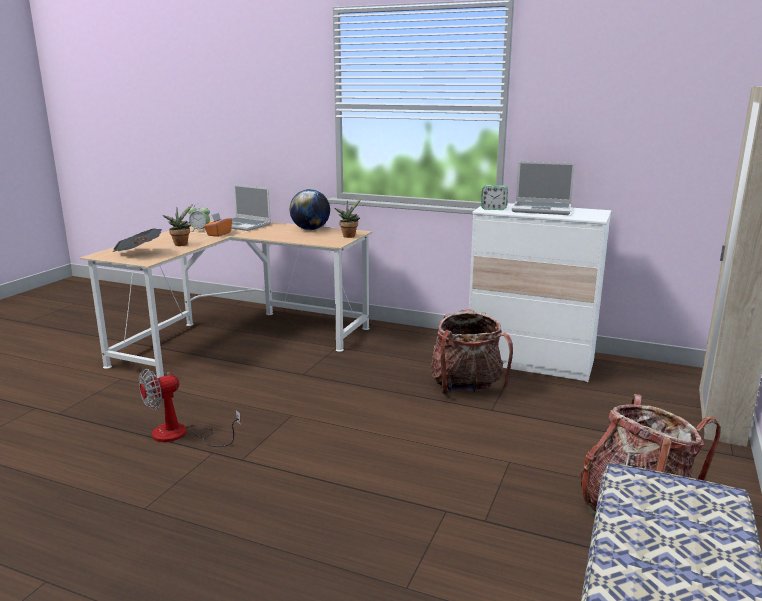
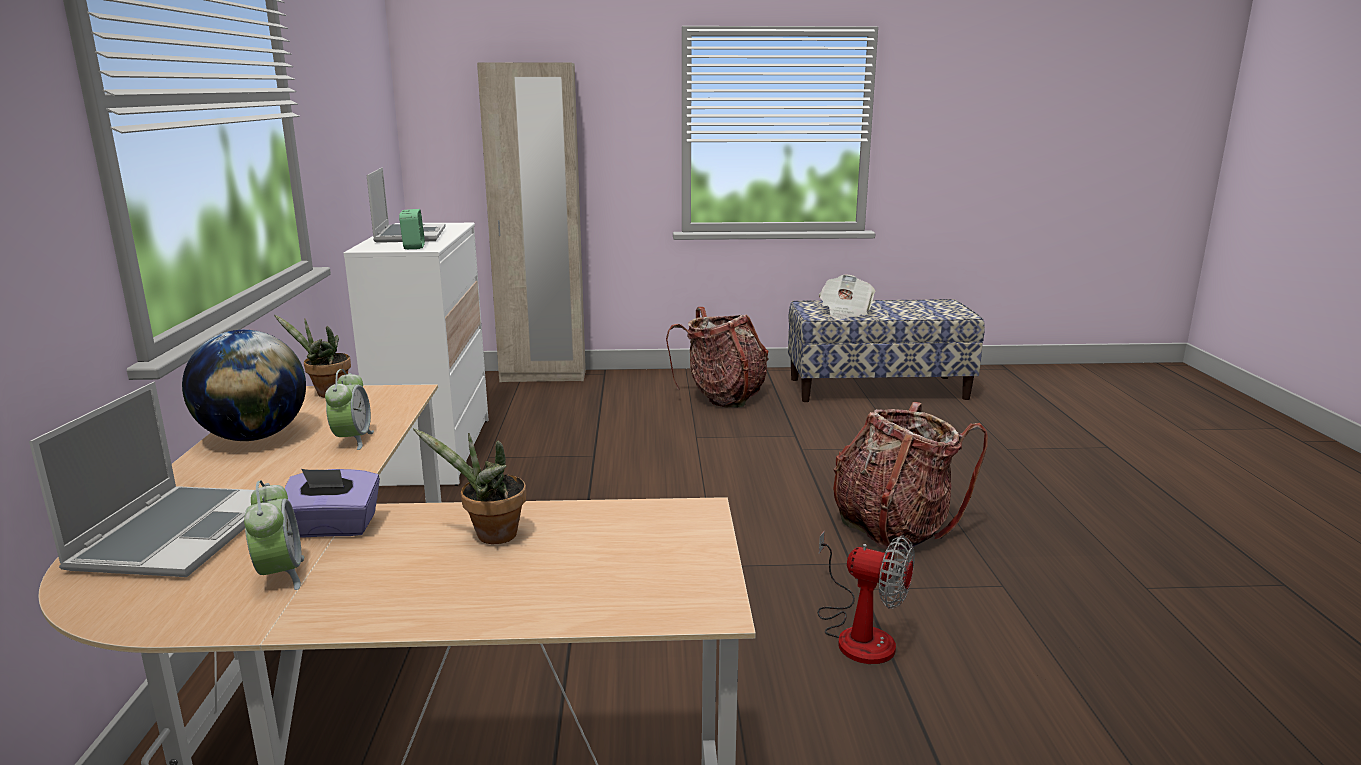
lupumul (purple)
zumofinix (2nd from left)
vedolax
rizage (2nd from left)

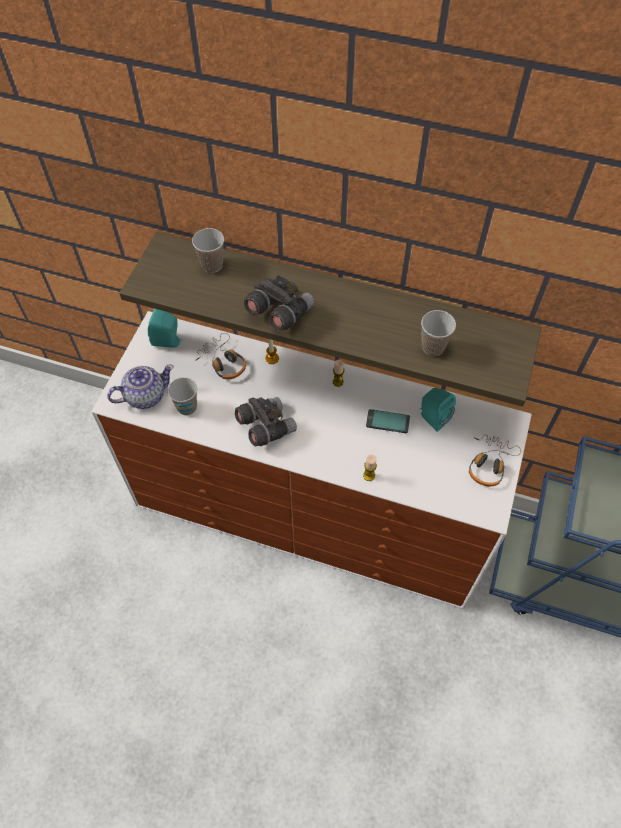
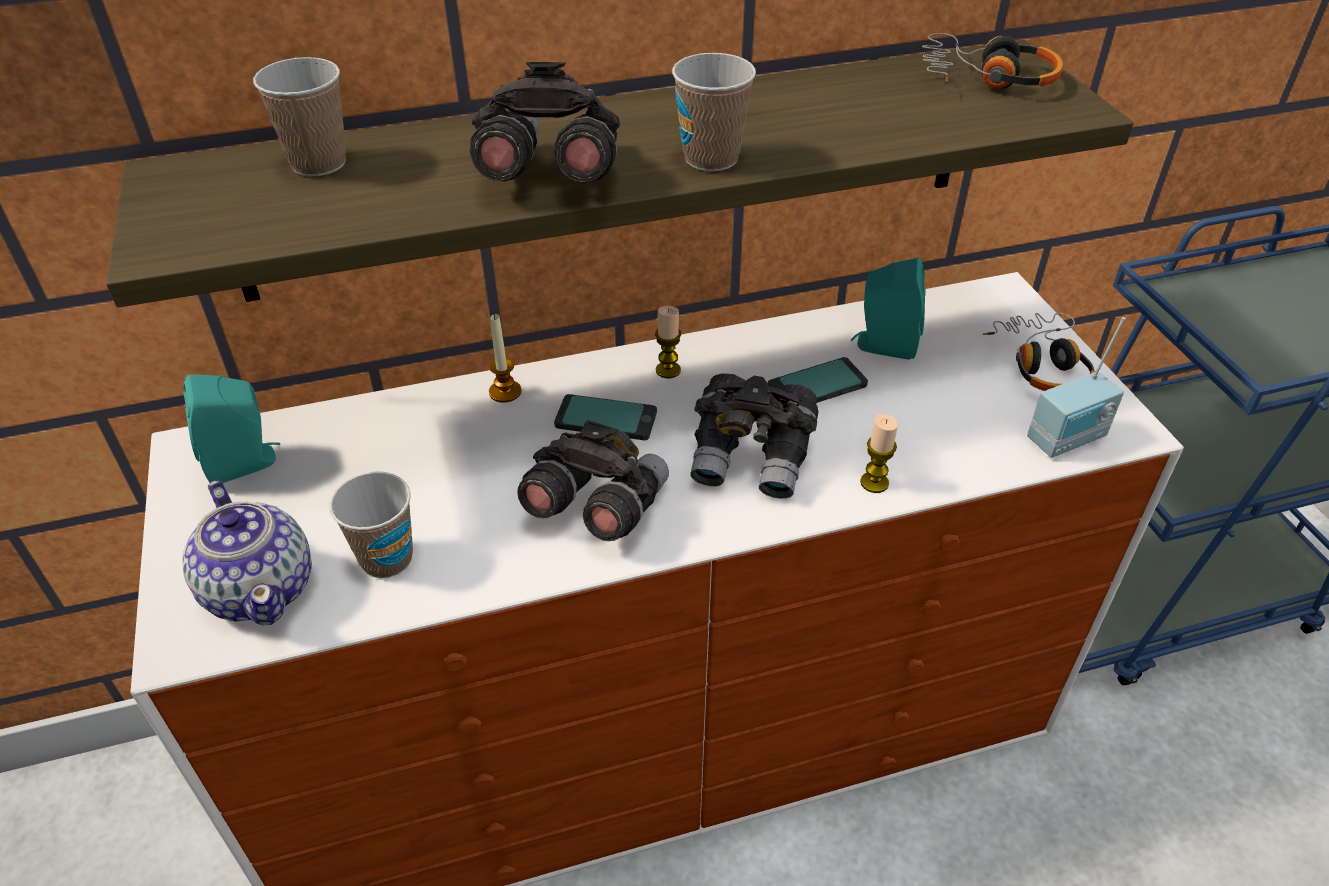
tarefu
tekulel (1st from left)
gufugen (3rd from left)
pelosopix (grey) (3rd from left)
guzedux (1st from left)
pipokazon

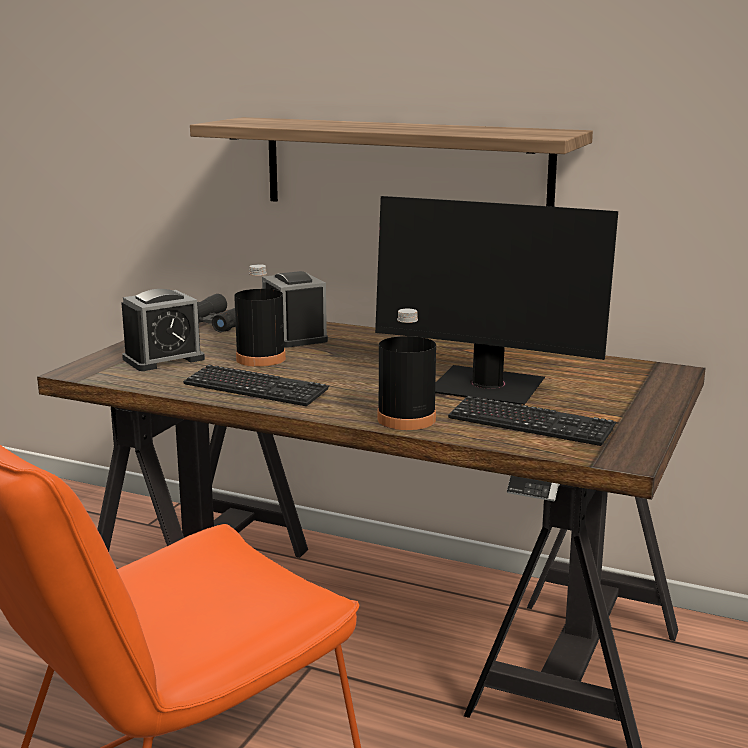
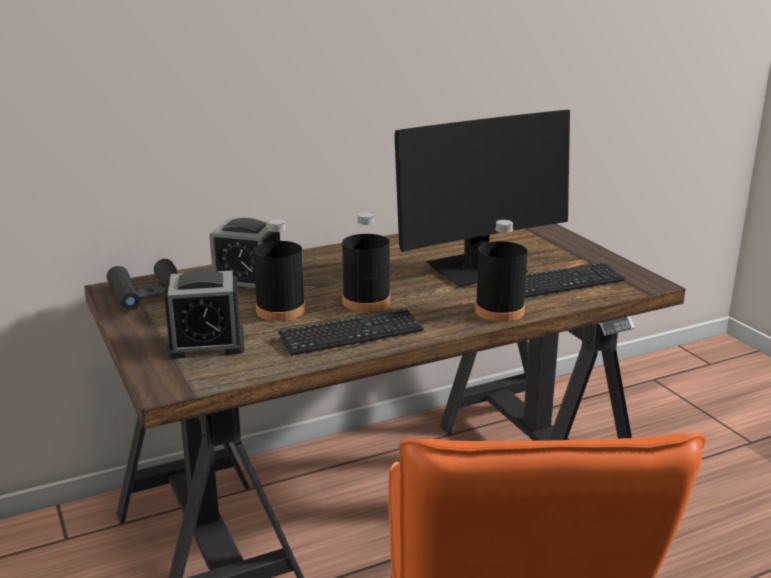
zumofinix (1st from left)
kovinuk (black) (2nd from left)
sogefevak

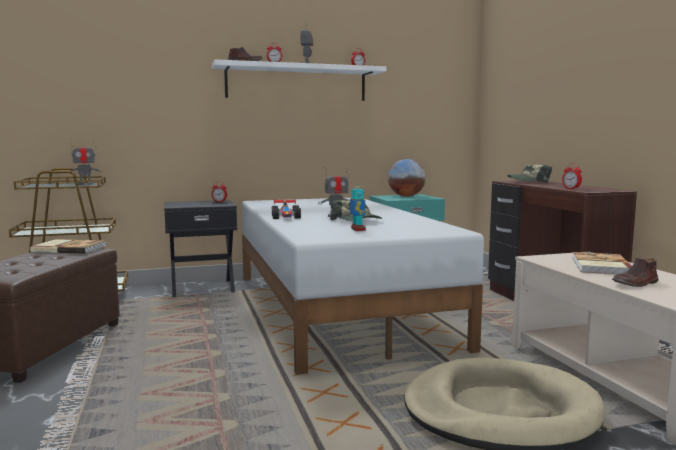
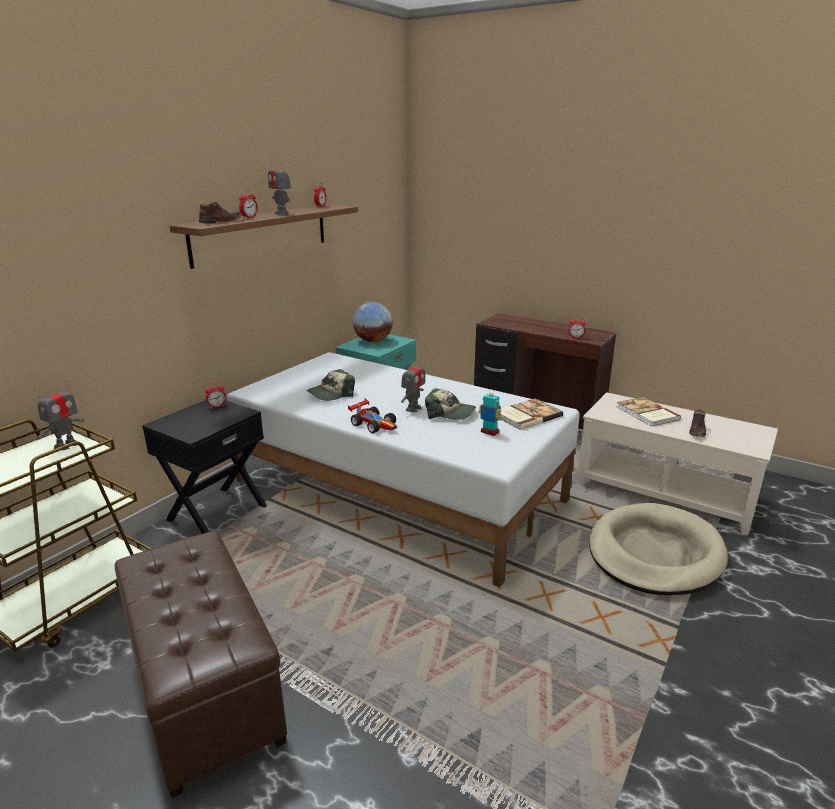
sogefevak (brown)
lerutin (1st from left)
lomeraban (1st from left)

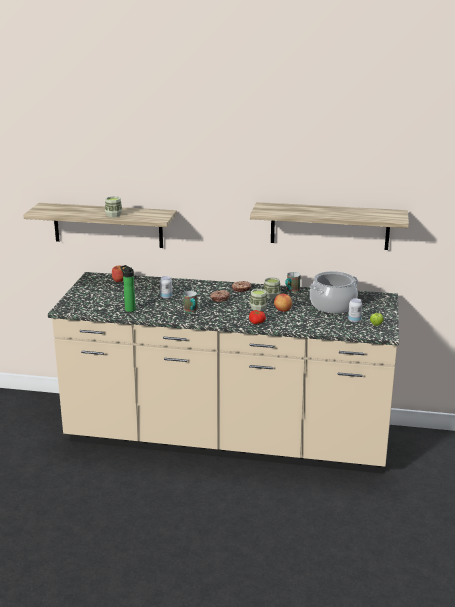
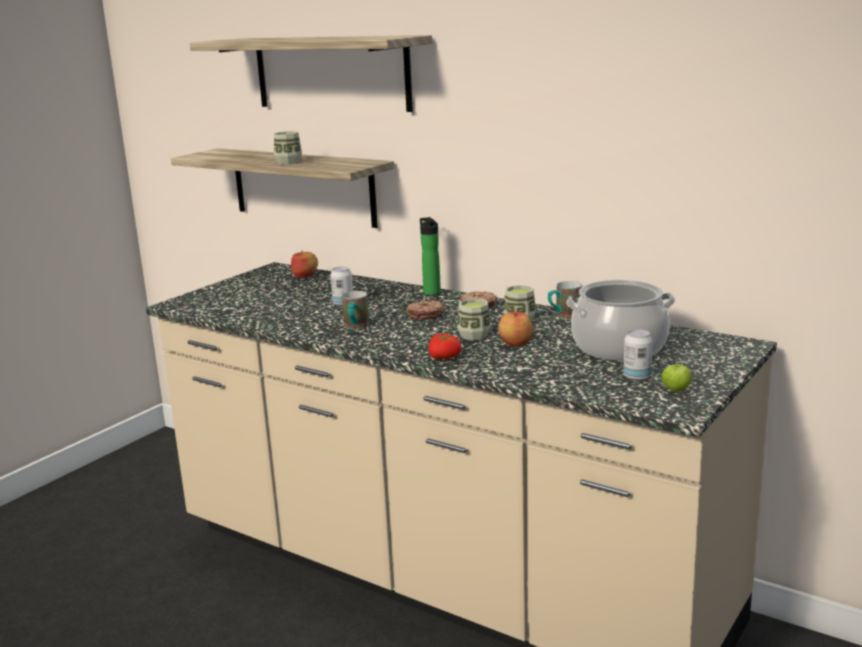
sogefevak (2nd from left)
kovinuk

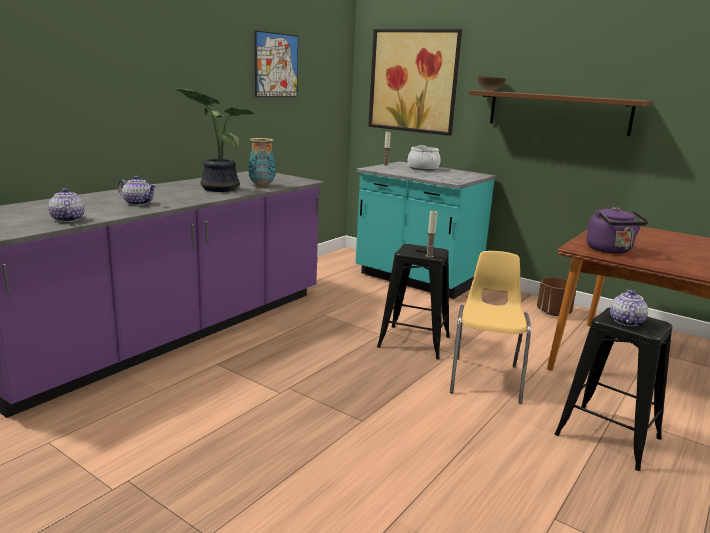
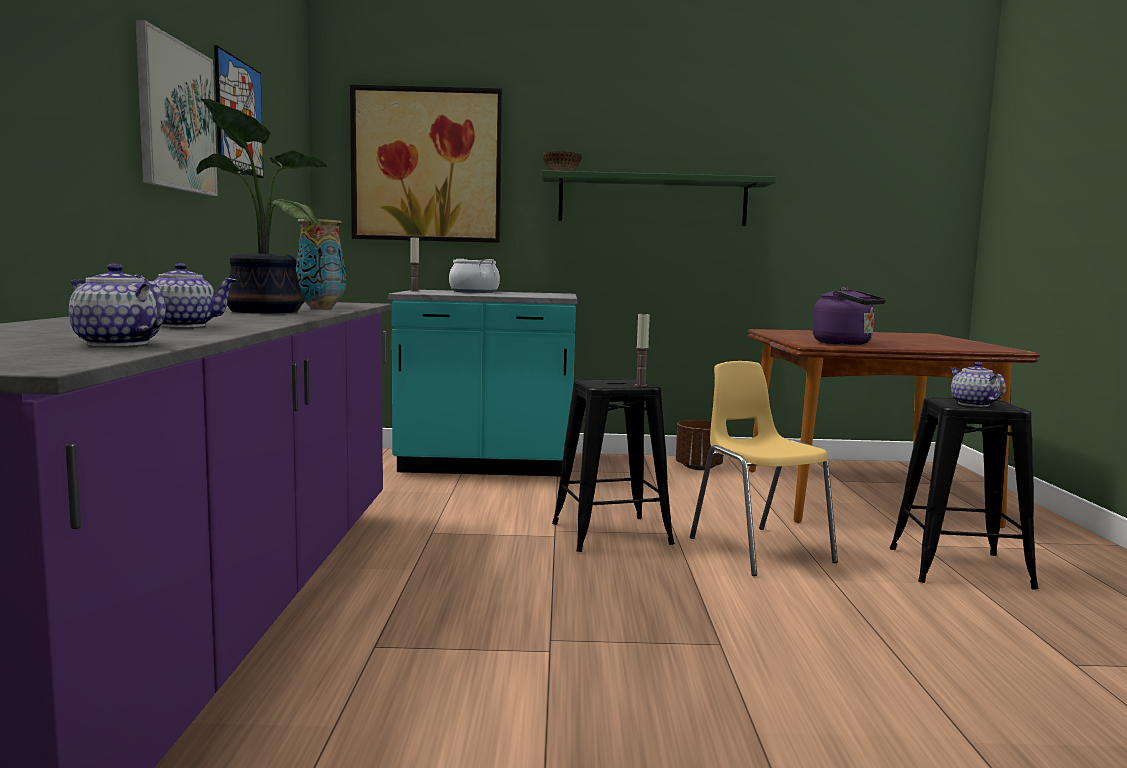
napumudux (1st from left)
sogefevak (green)

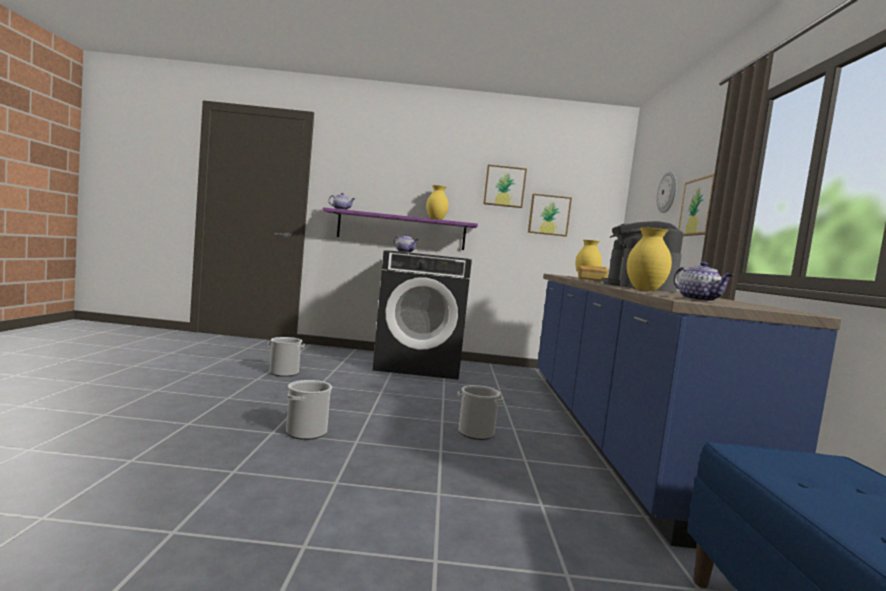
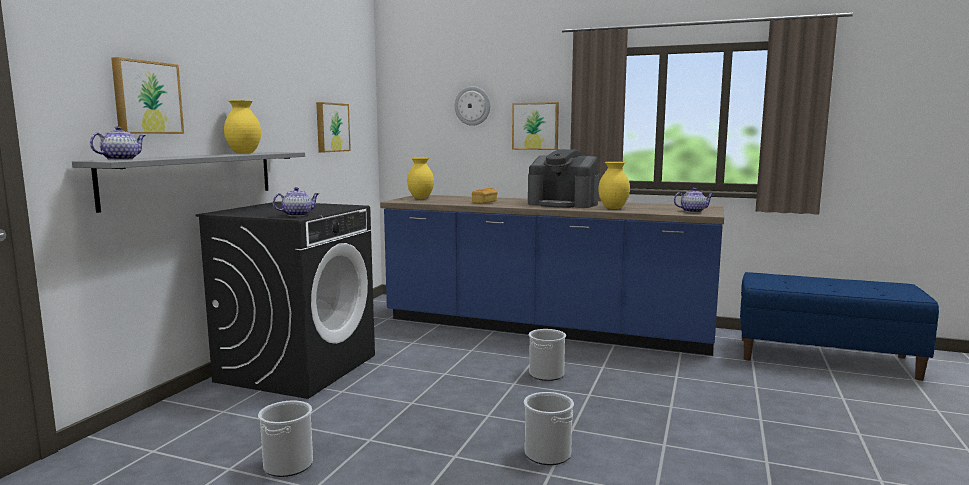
sogefevak (grey)
napumudux (1st from left)

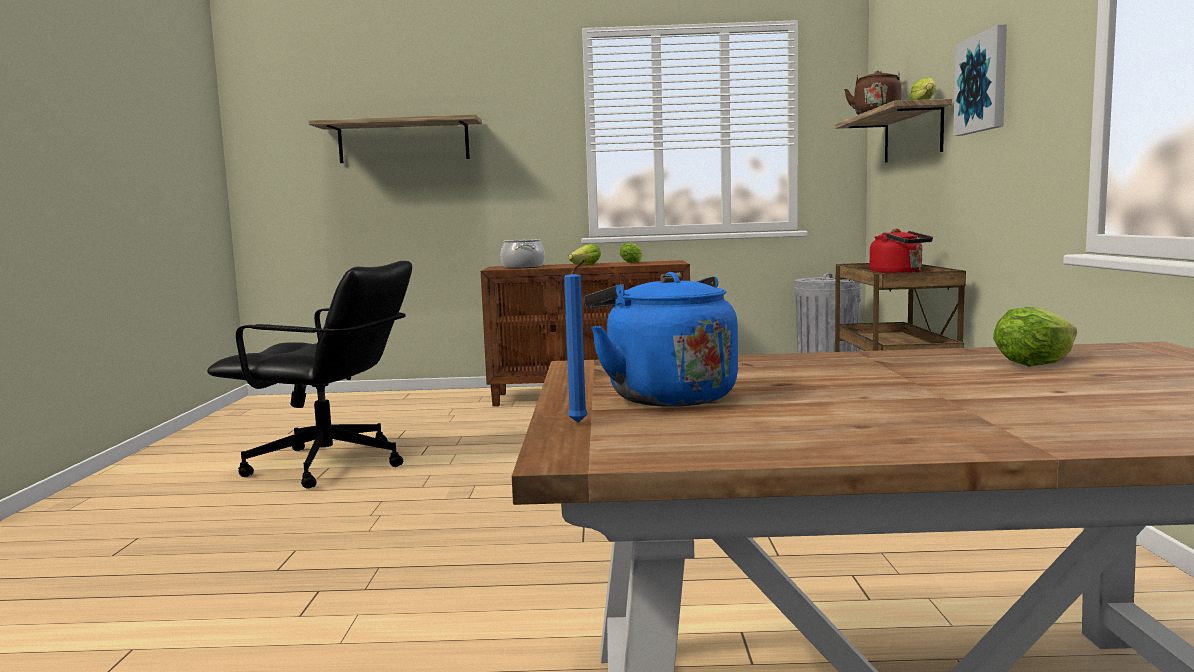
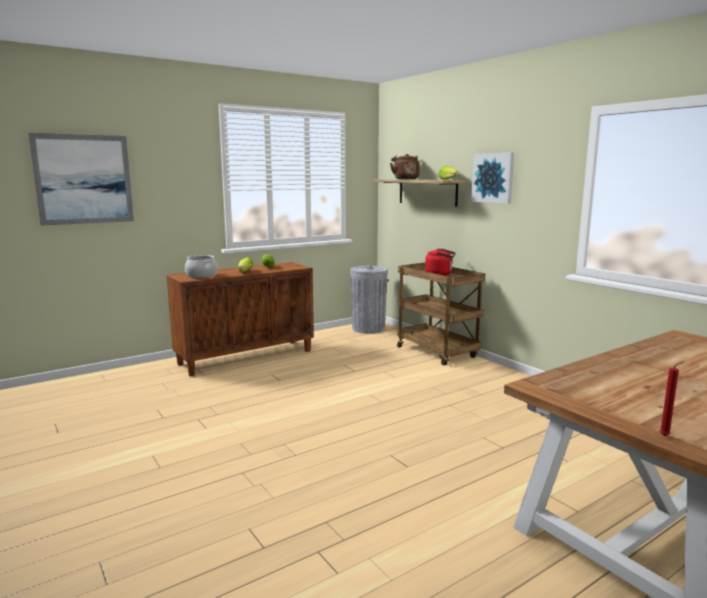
napumudux (1st from left)
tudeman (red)
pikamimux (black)
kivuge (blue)
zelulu (4th from left in the first image)

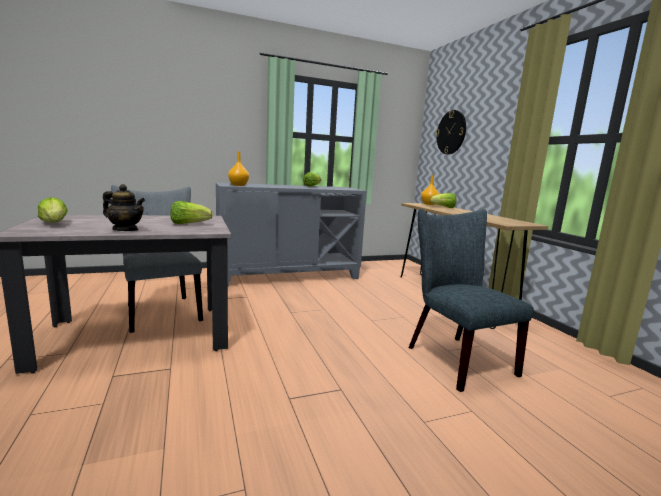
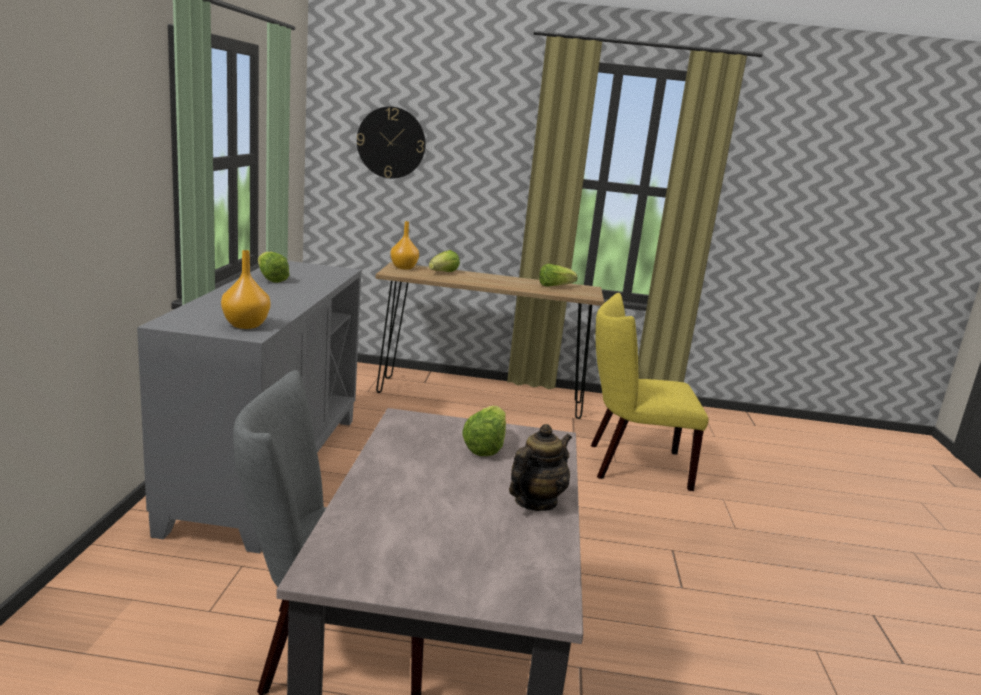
zelulu (4th from left)
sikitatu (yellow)

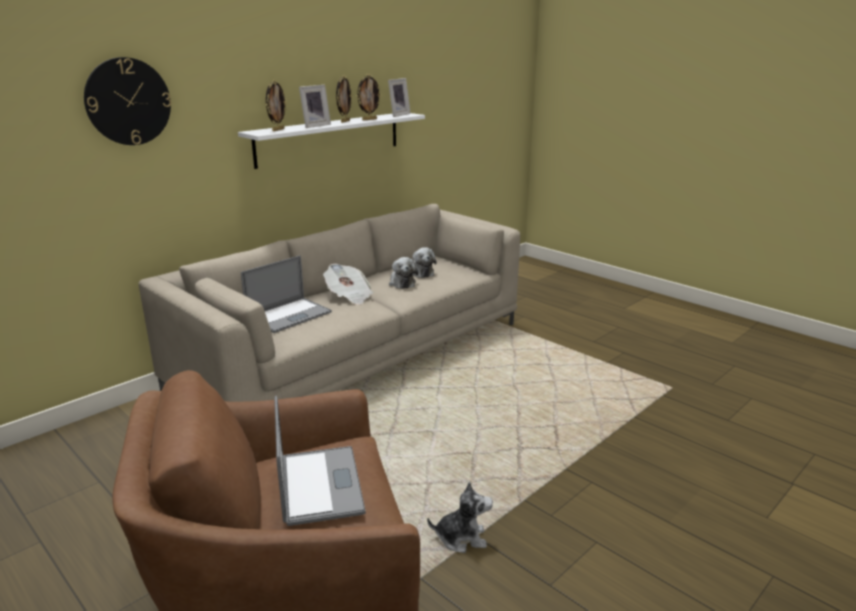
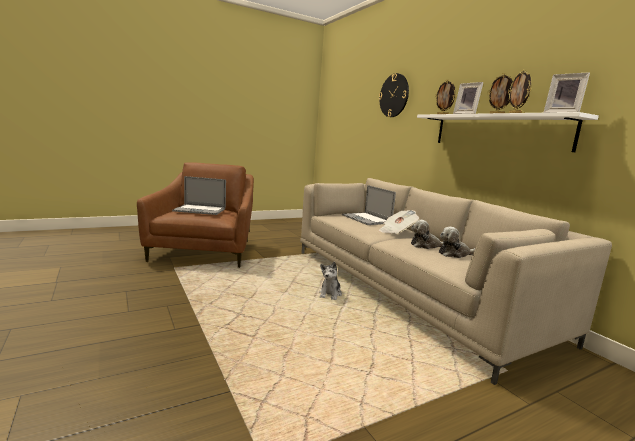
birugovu (1st from left)

